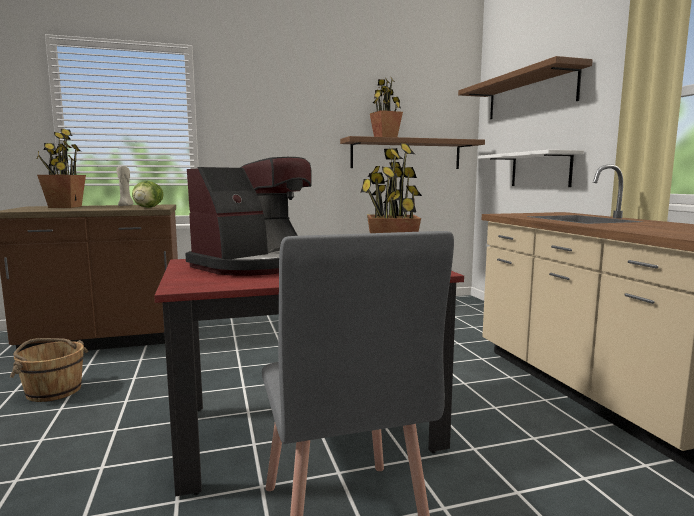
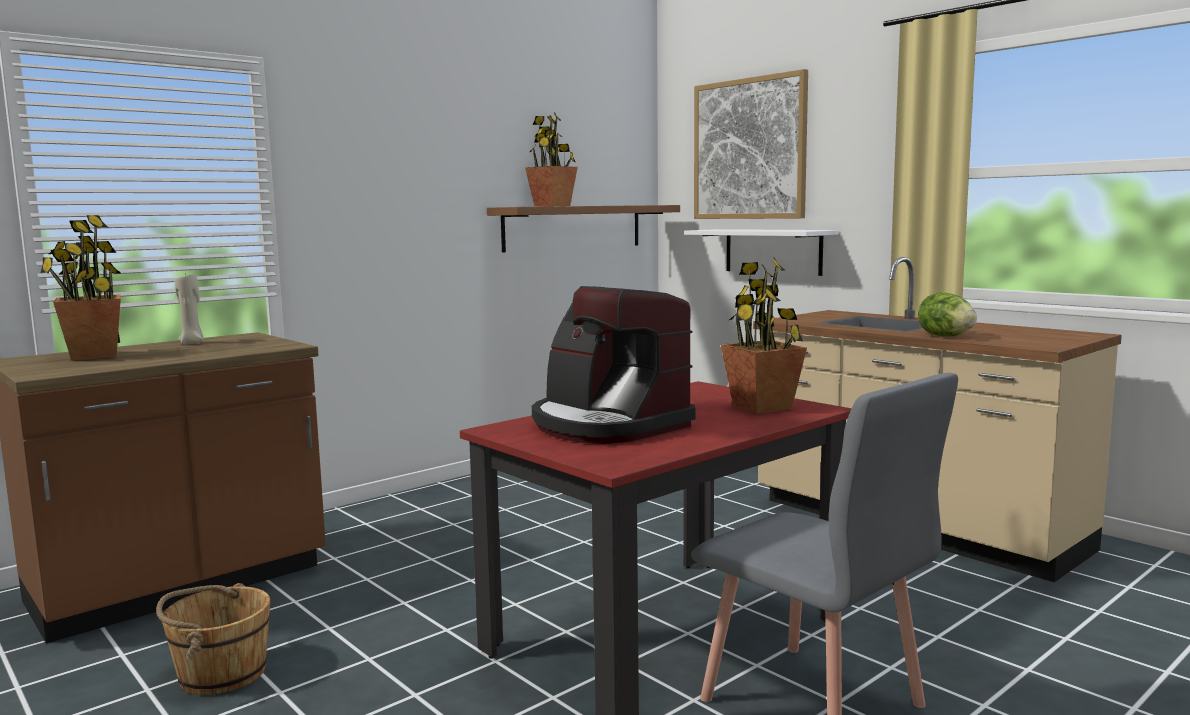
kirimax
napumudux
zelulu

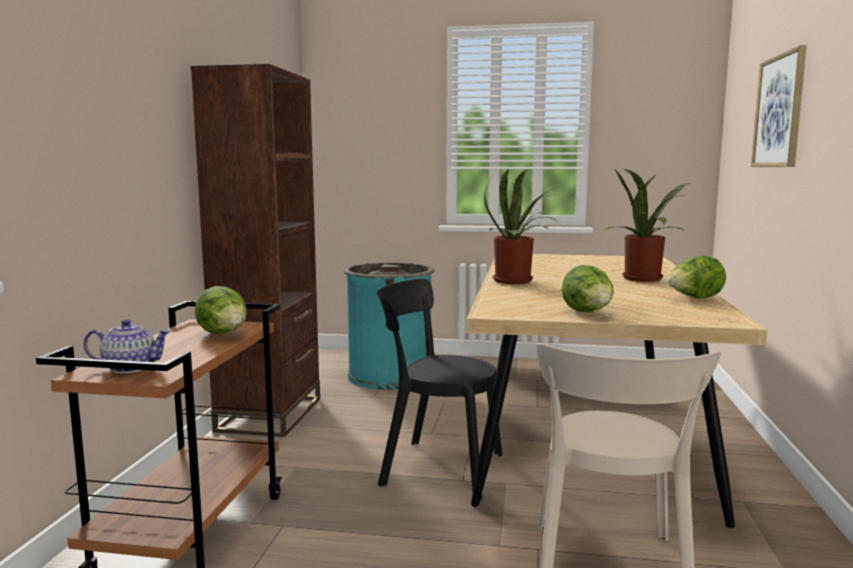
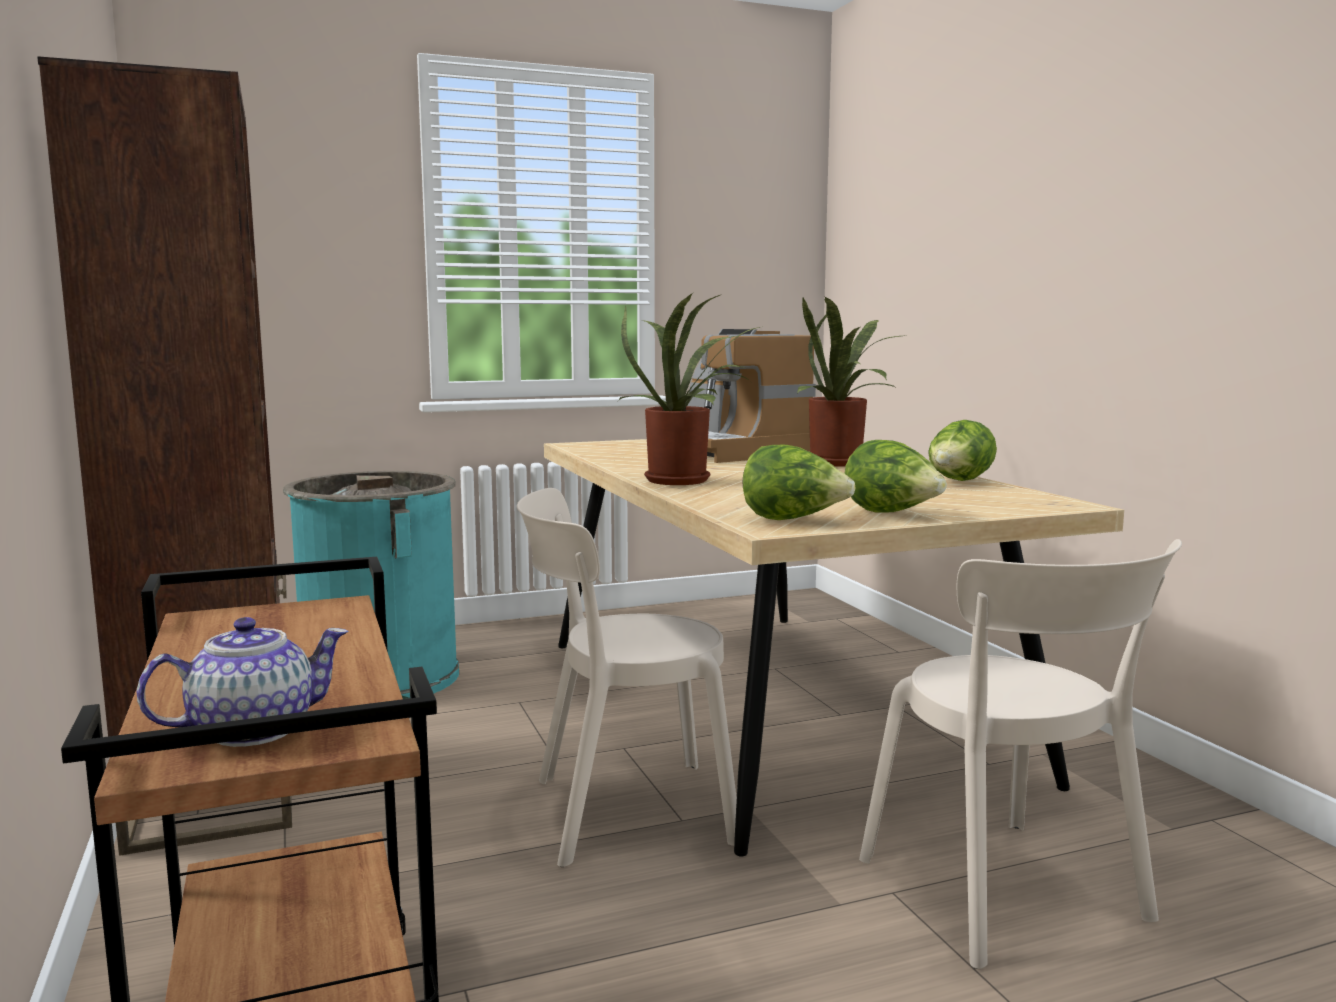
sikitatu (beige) (1st from left)
kirimax
zelulu (1st from left)
napumudux

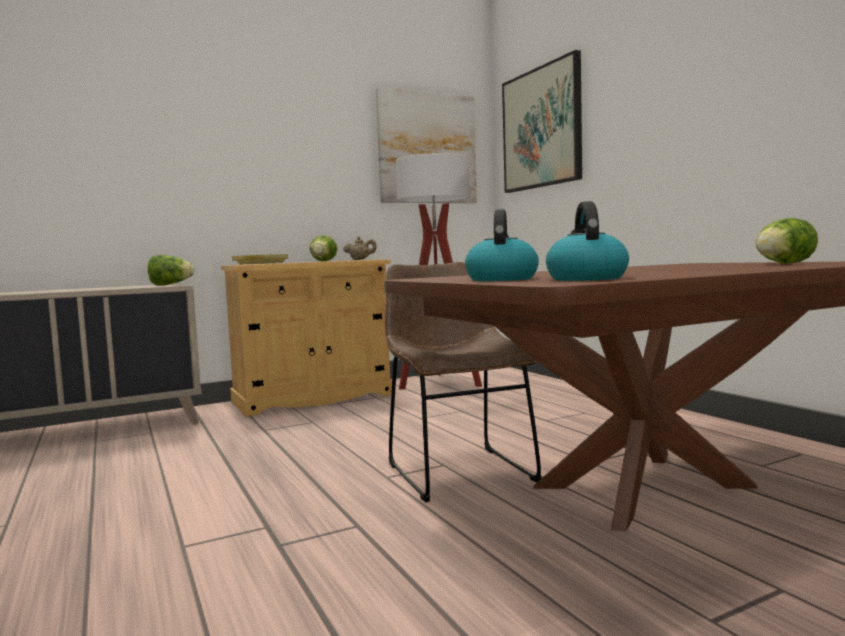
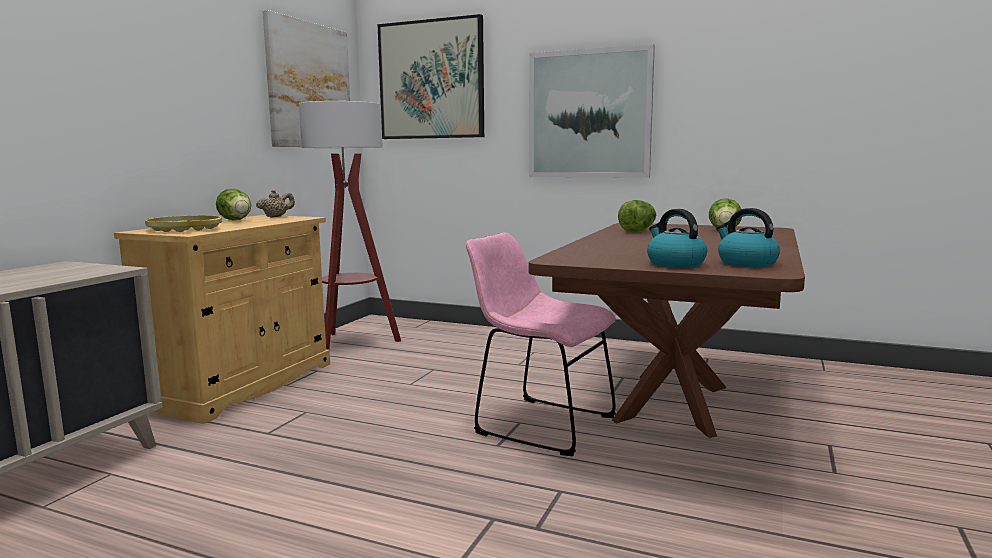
sikitatu (pink)
napumudux (3rd from left)
zelulu (2nd from left)

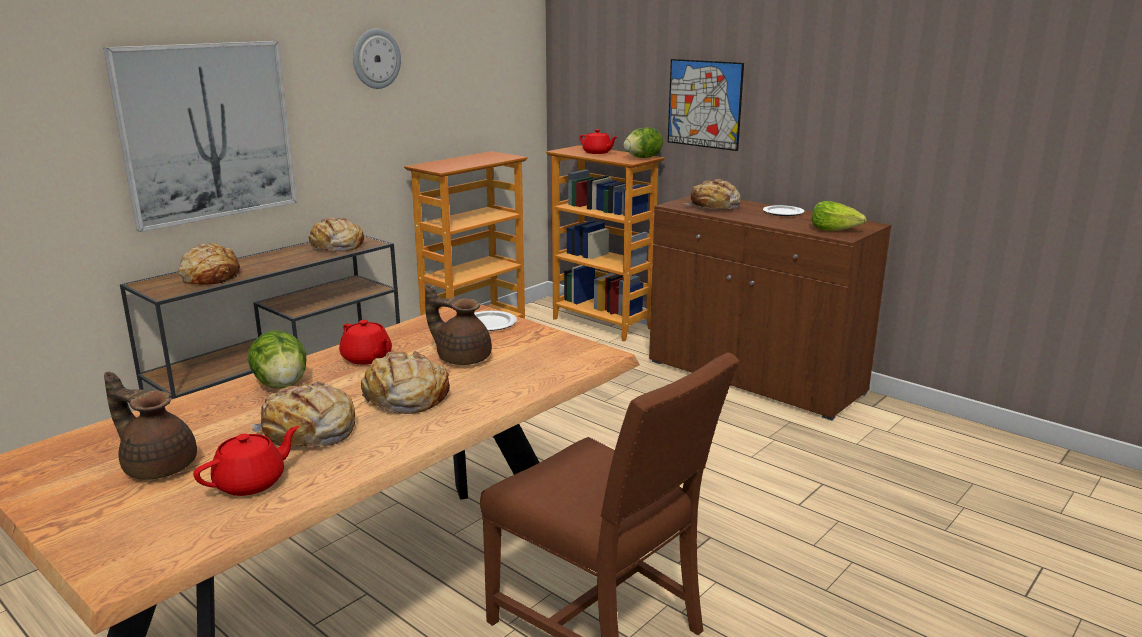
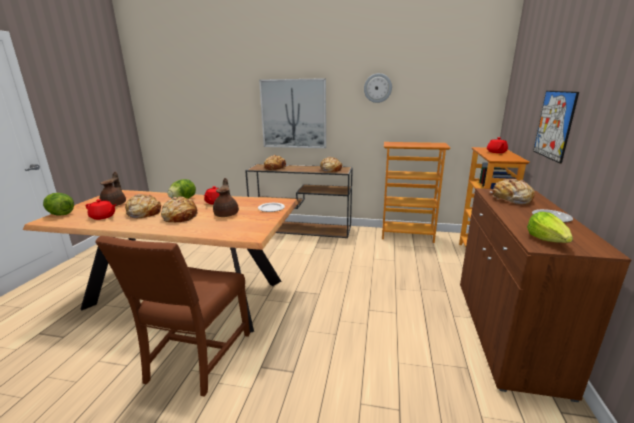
zelulu (1st from left)

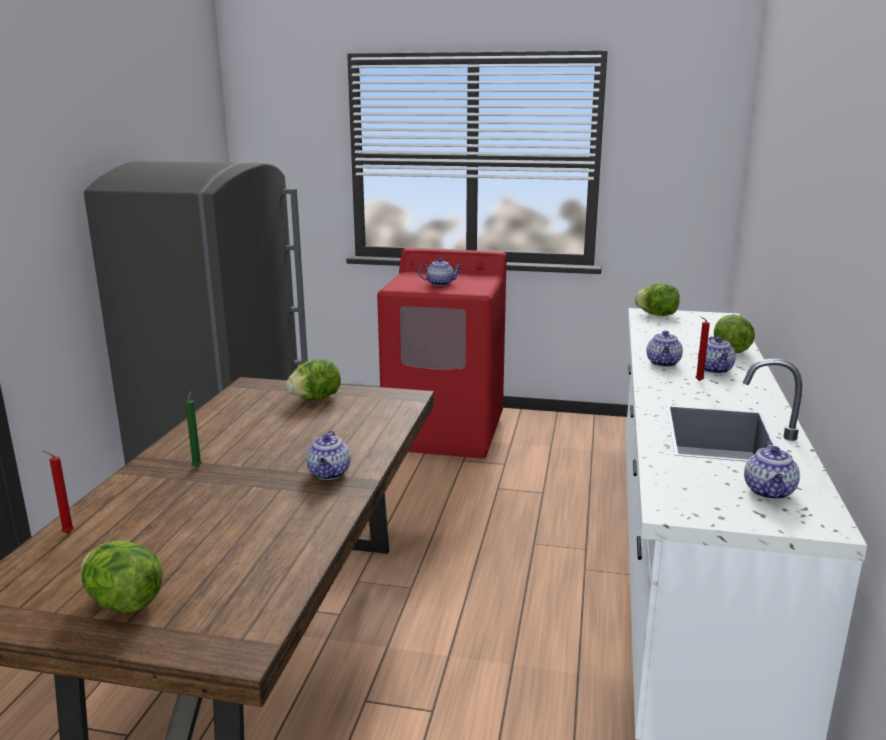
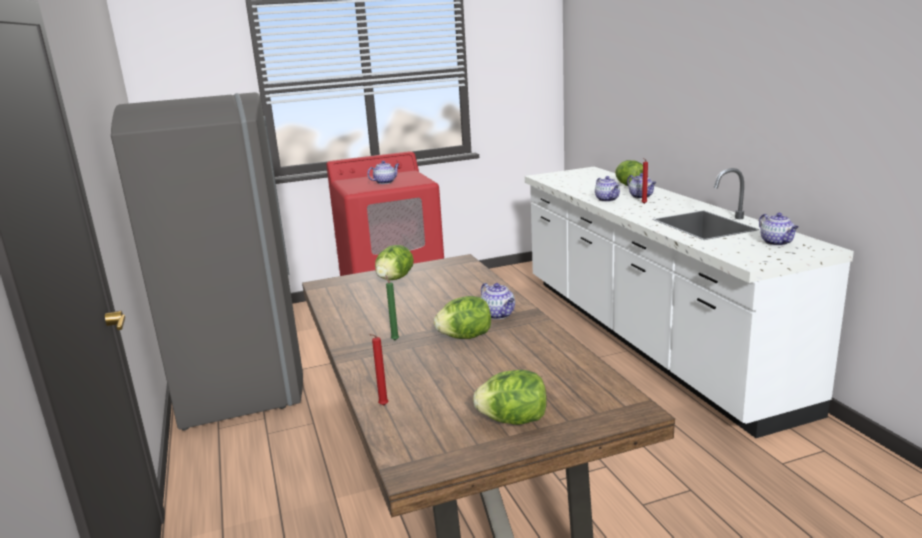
zelulu (2nd from left)

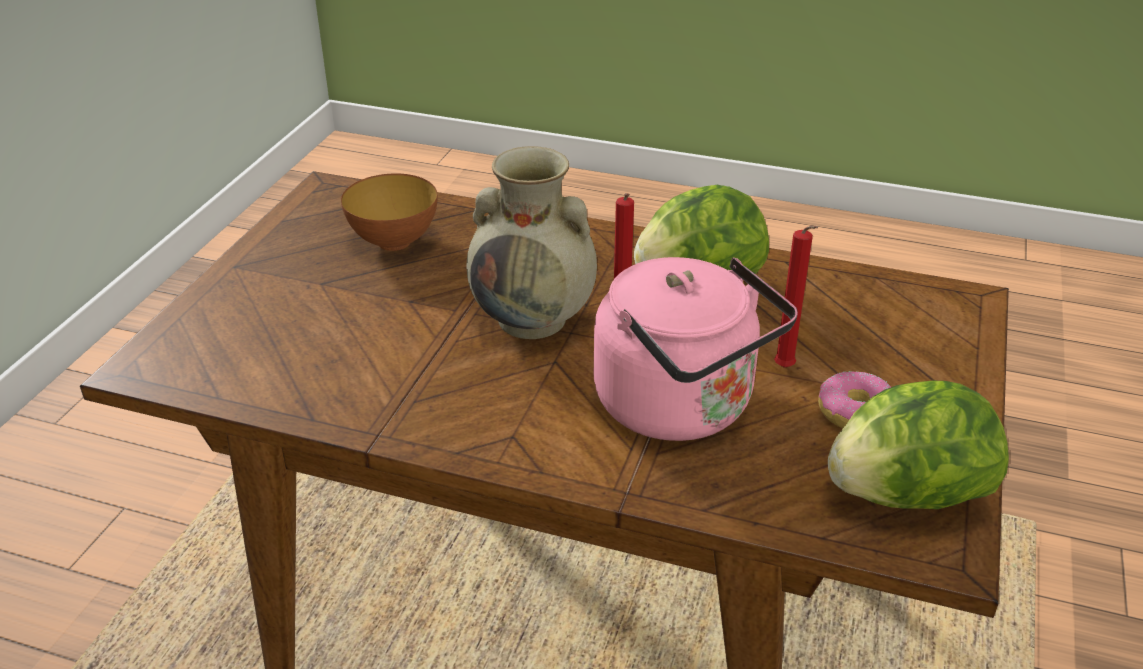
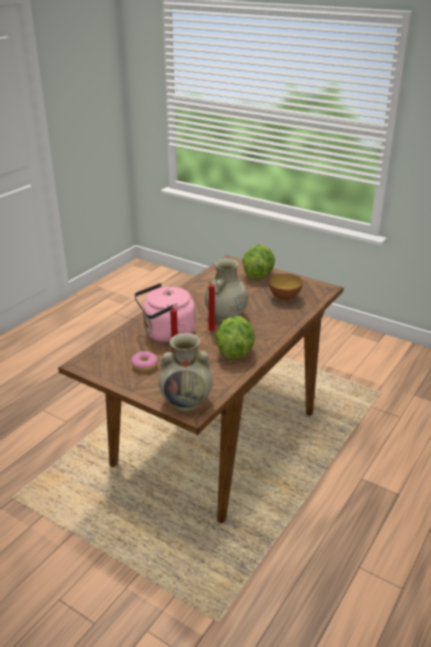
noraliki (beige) (1st from left)
zelulu (2nd from left)

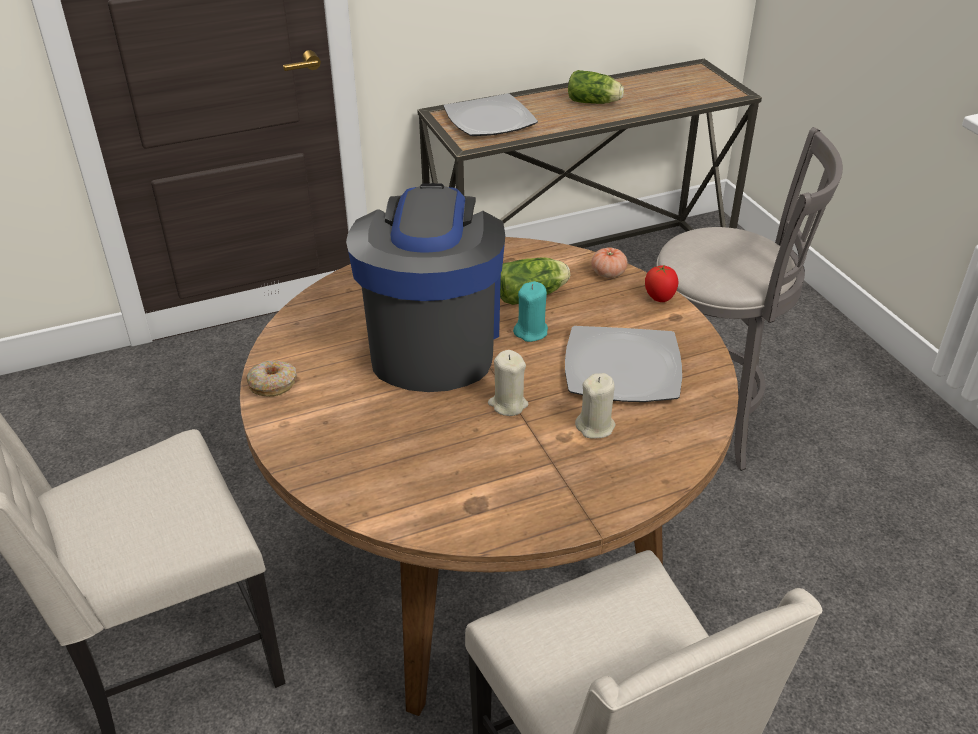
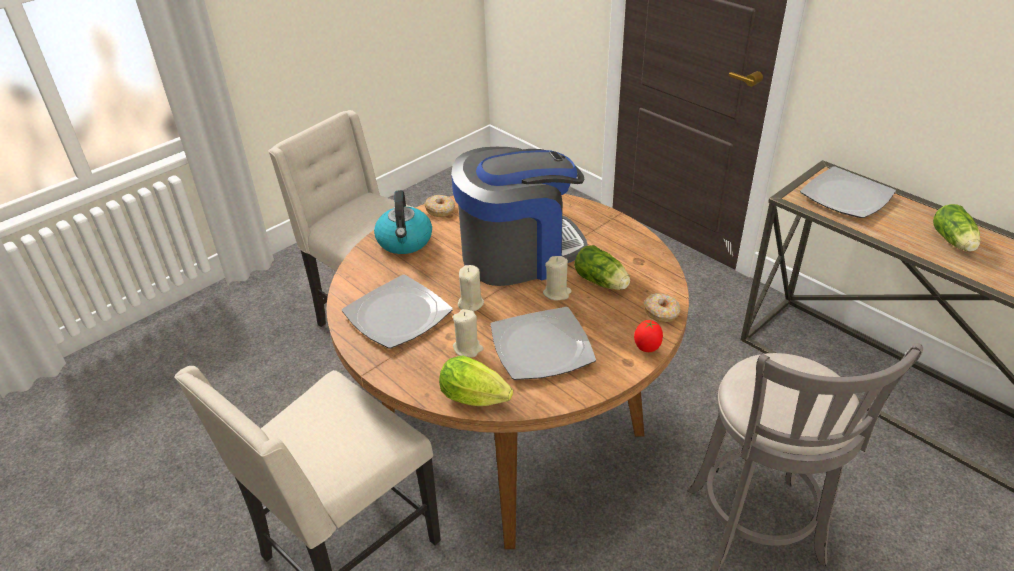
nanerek (1st from left)
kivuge
zelulu (1st from left)
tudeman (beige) (3rd from left)
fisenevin (2nd from left)

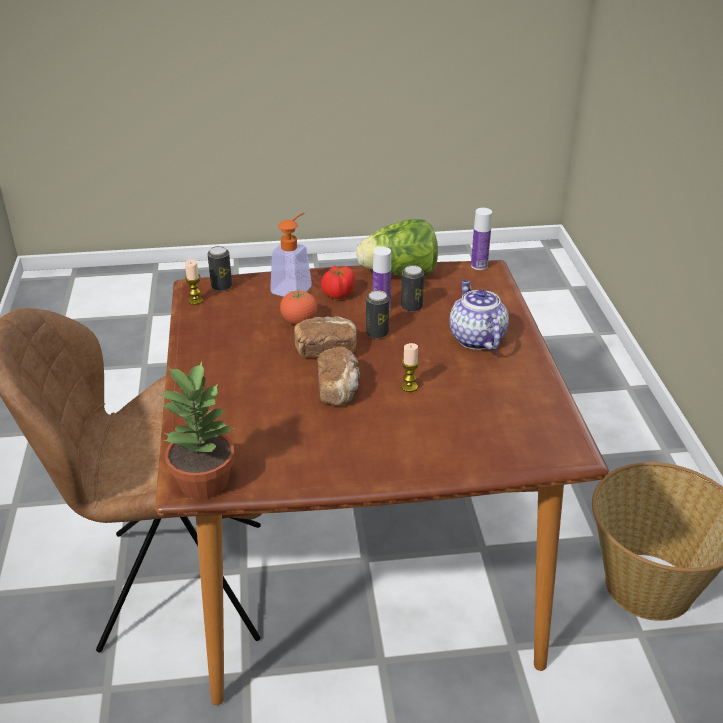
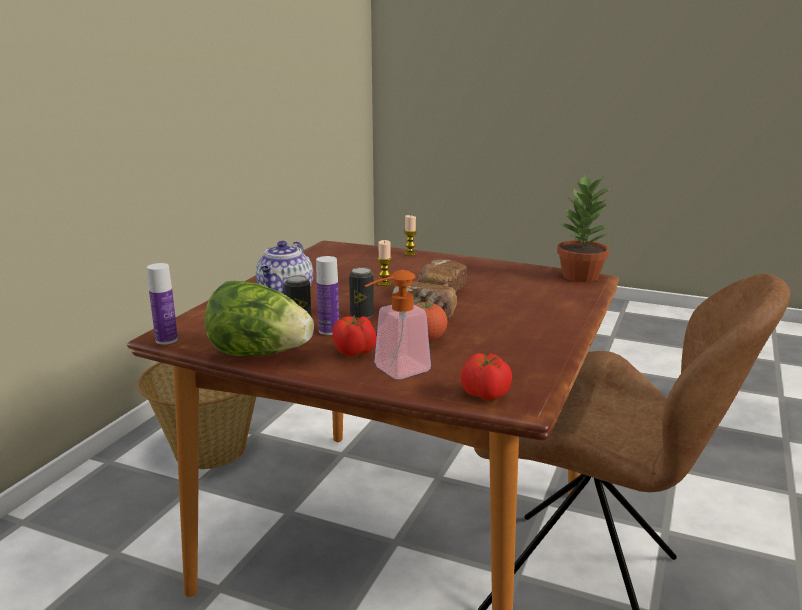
tudeman (2nd from left)
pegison (3rd from left)

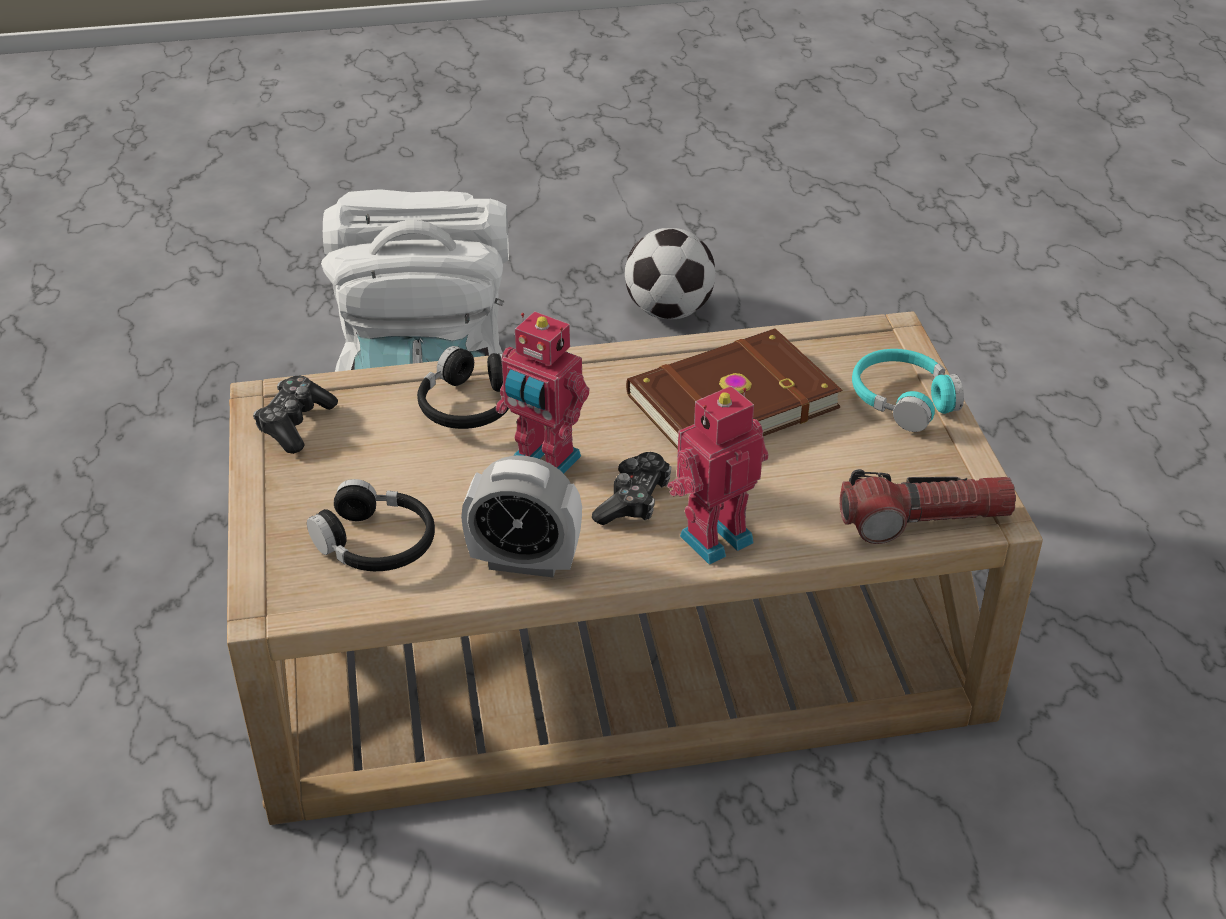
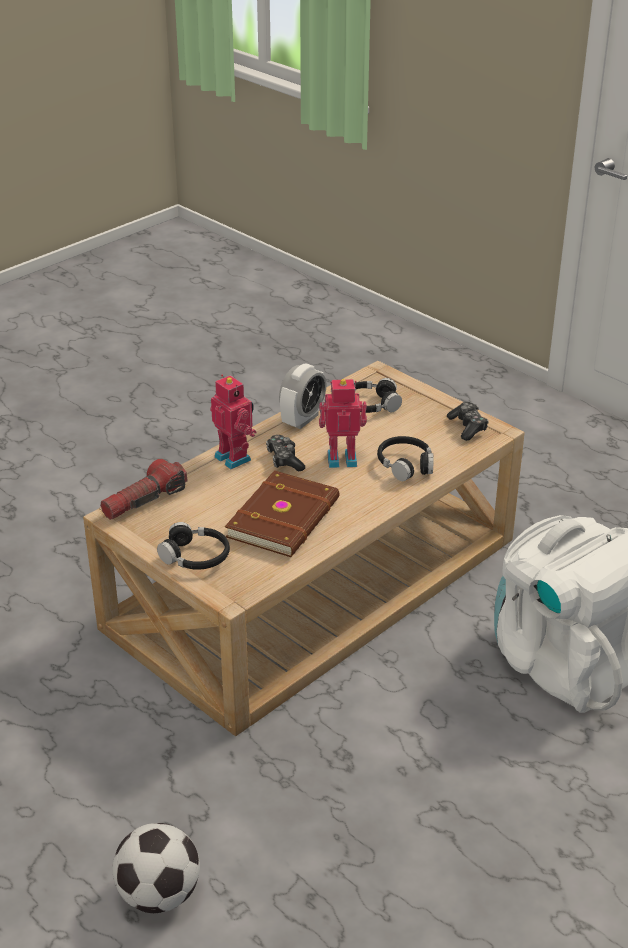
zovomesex
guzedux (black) (1st from left)
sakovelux (1st from left)
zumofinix

